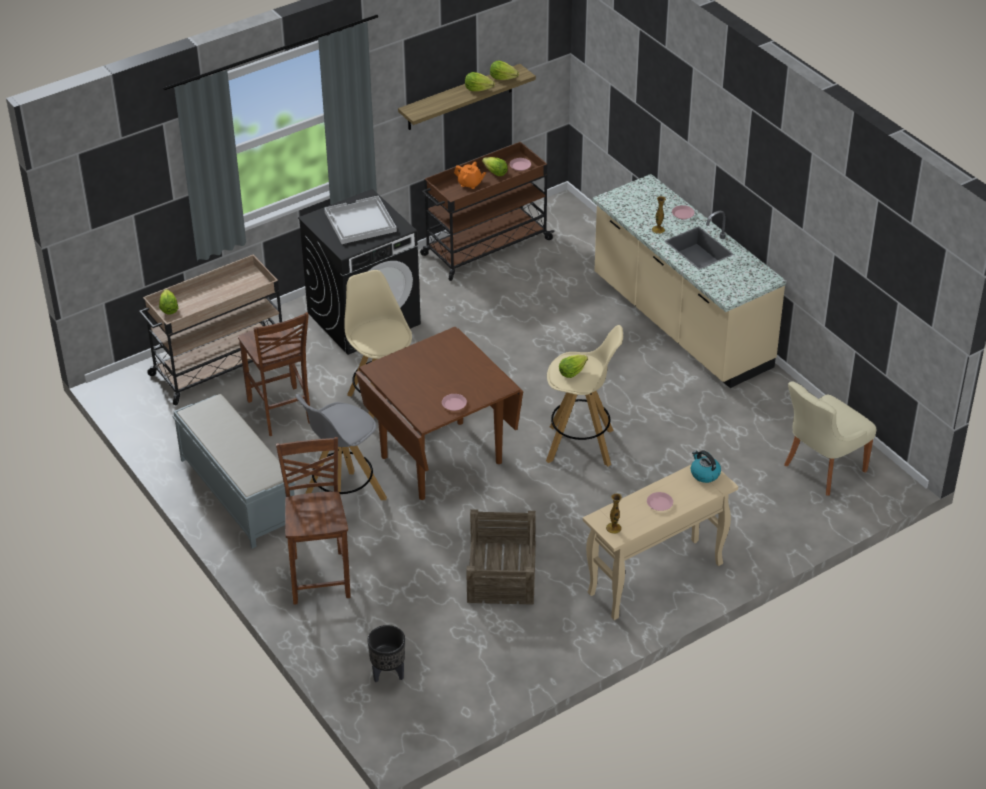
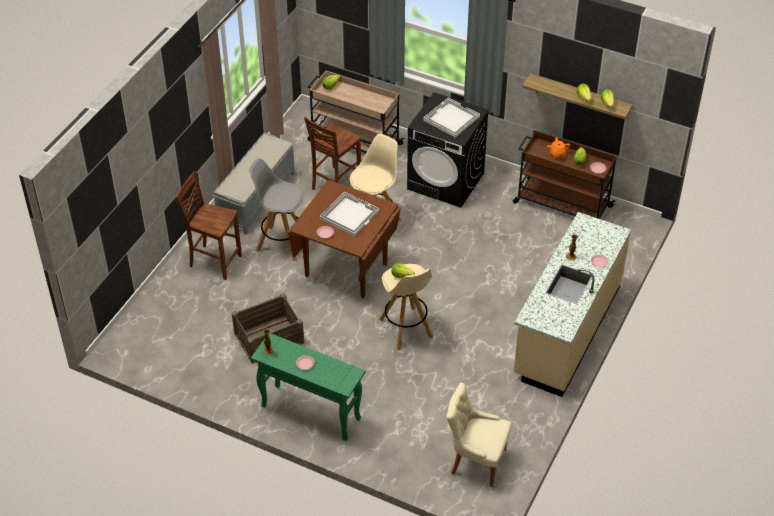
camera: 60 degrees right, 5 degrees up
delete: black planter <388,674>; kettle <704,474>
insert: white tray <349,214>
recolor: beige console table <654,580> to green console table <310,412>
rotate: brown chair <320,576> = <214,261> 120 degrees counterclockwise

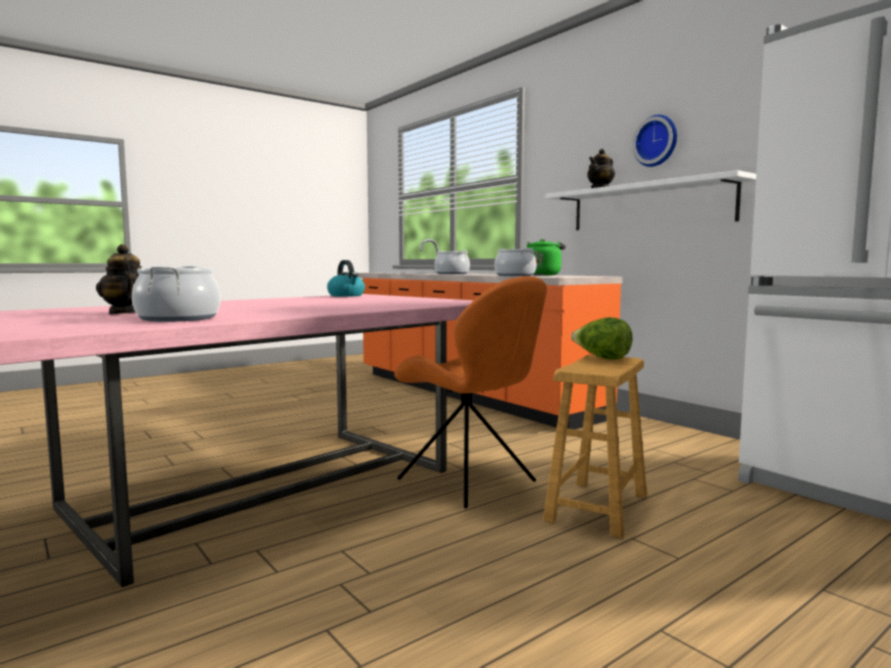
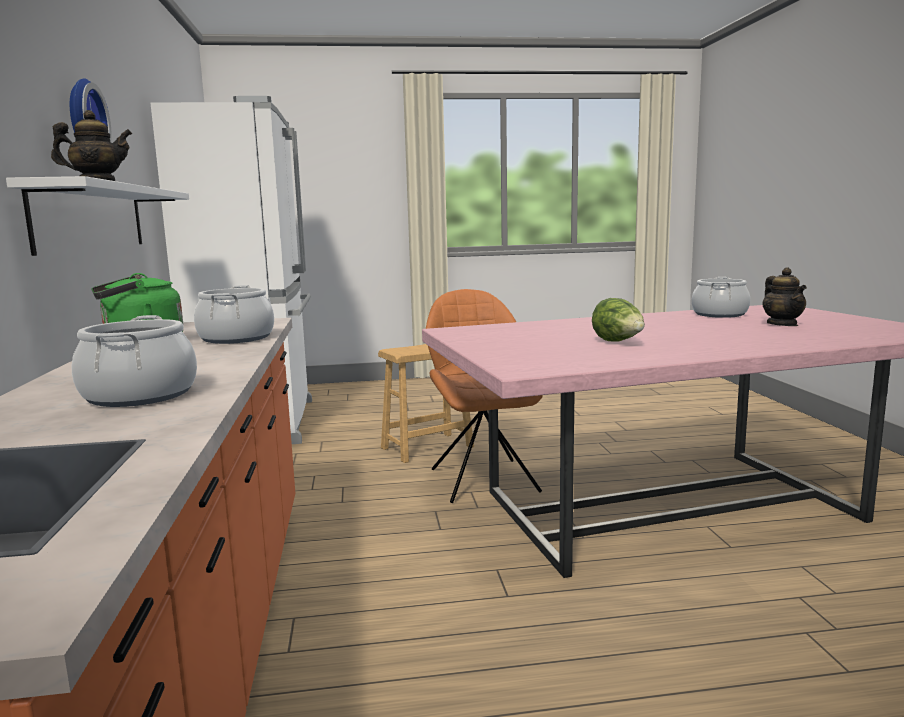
camera: 150 degrees left, 5 degrees up
delete: kettle <346,295>
move: lettuce <602,358> to <618,342>

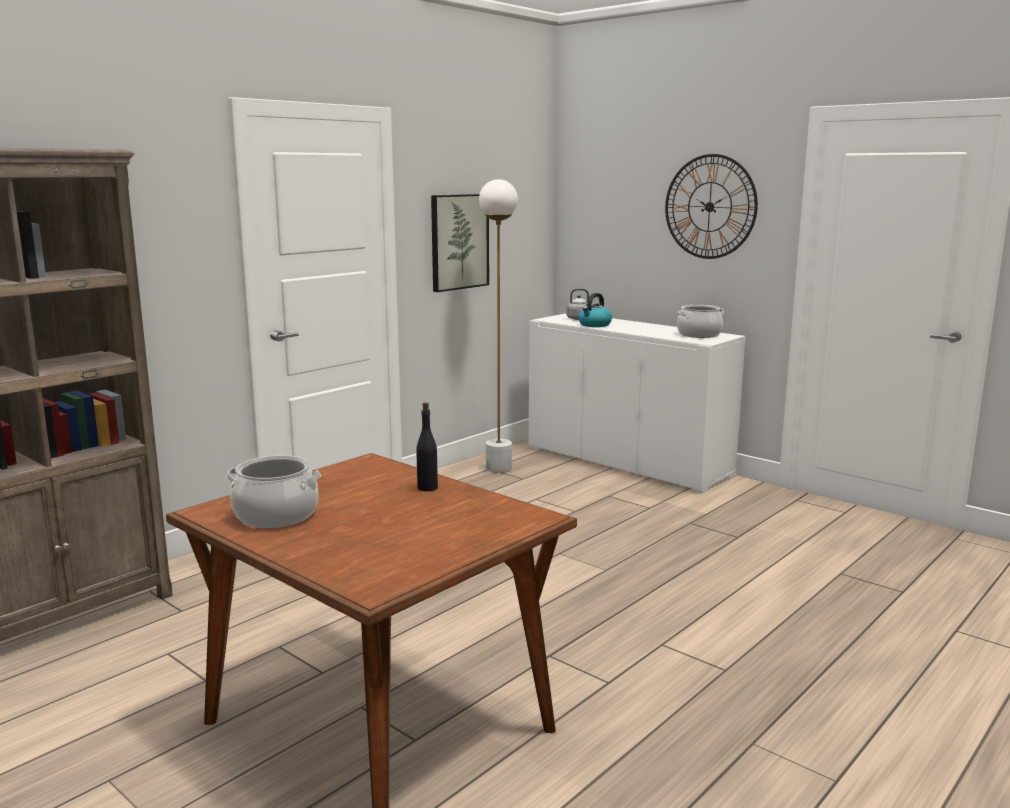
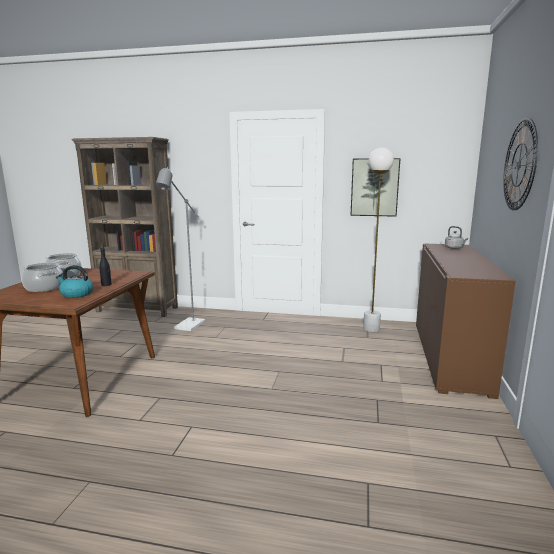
camera: 60 degrees right, 0 degrees up
insert: grey floor lamp <187,327>
move: cooking pot <699,334> to <45,288>; kettle <594,325> to <76,294>
recolor: white cabinet <627,461> to brown cabinet <449,356>

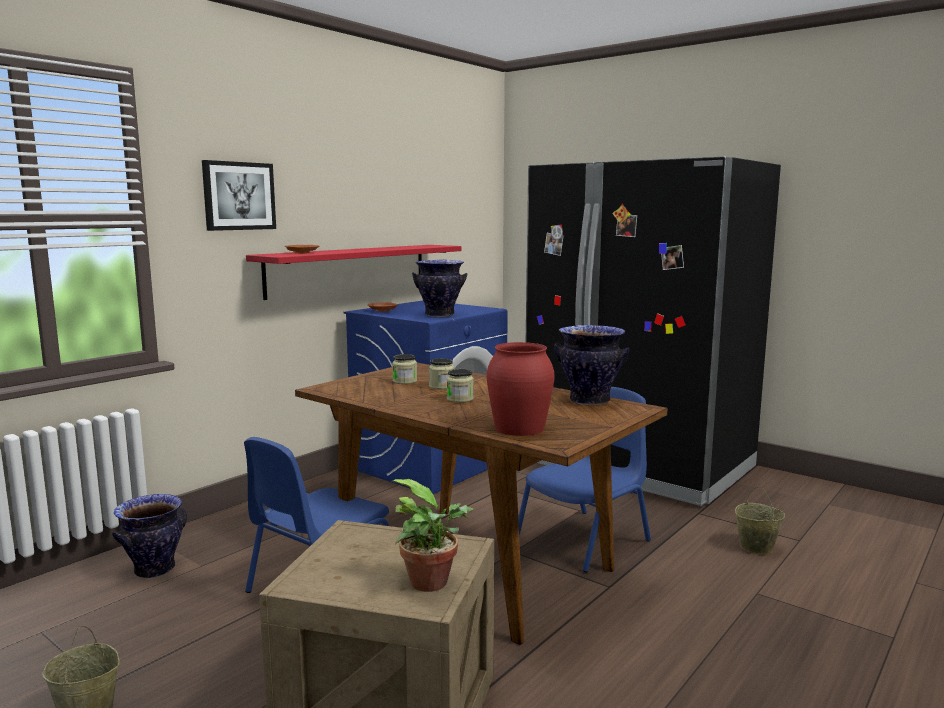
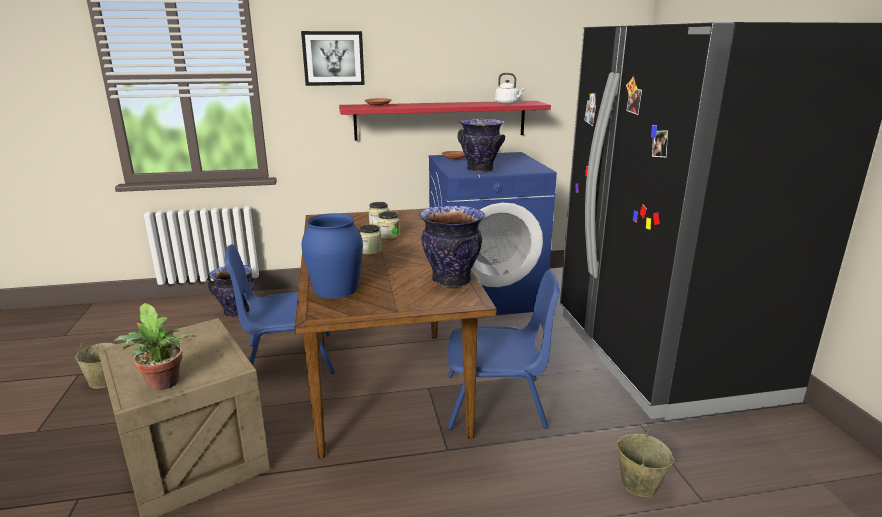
camera: 40 degrees right, 10 degrees up
insert: white kettle <508,103>
recolor: red vase <519,428> to blue vase <335,289>

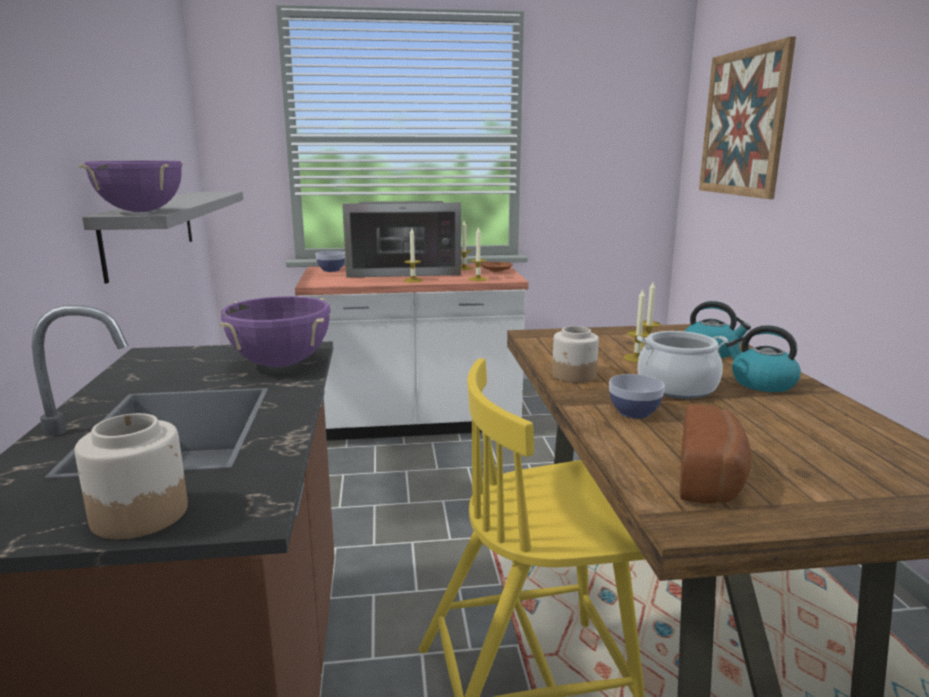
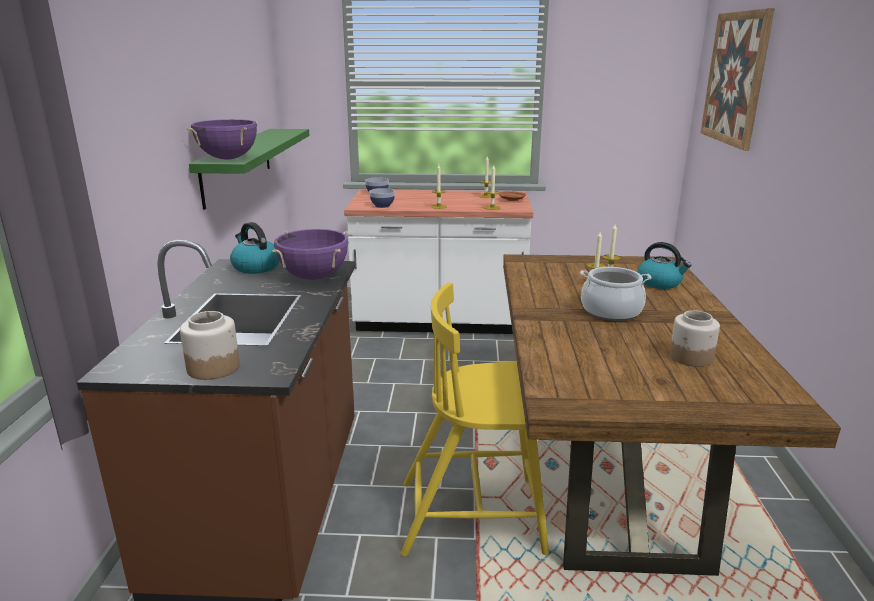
camera: 10 degrees right, 5 degrees up
delete: microwave <403,271>; bread <712,477>
move: kettle <761,383> to <255,267>; bowl <634,412> to <382,206>; jar <574,376> to <691,357>
recolor: grey shelf <151,230> to green shelf <237,164>

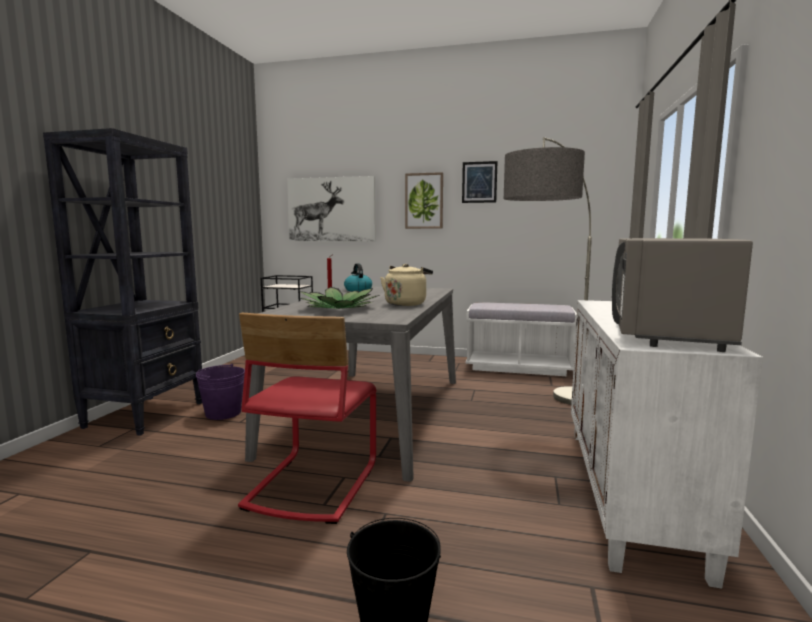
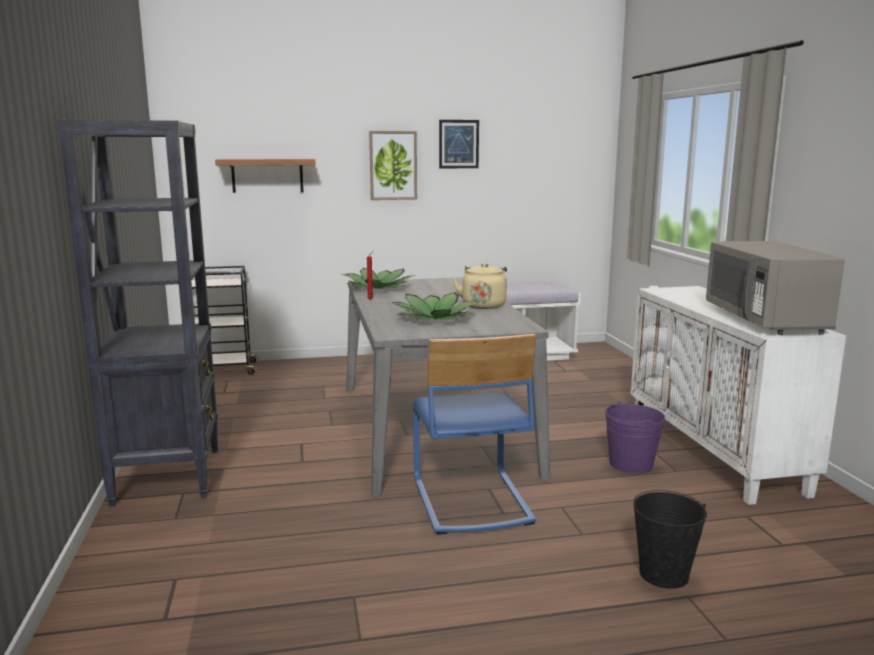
camera: 25 degrees left, 5 degrees up
delete: floor lamp <547,411>
move: purple bucket <223,413> to <631,464>
replace: picture <331,209> to shelf <267,175>; kettle <357,290> to potted plant <378,288>
recolor: red chair <312,485> to blue chair <470,501>

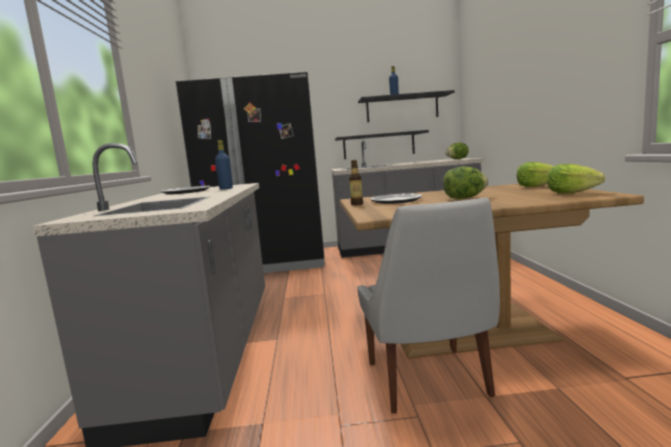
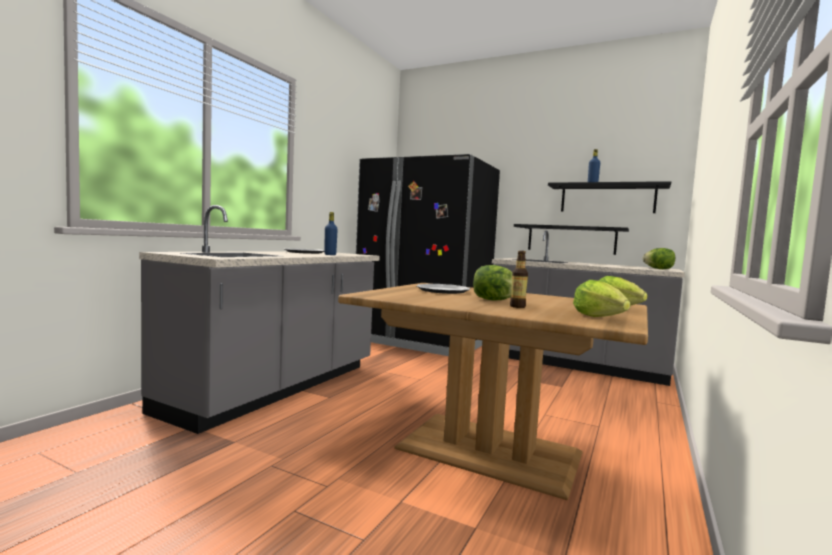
camera: 30 degrees right, 5 degrees down
delete: white chair <428,382>
move: bottle <357,204> to <517,306>

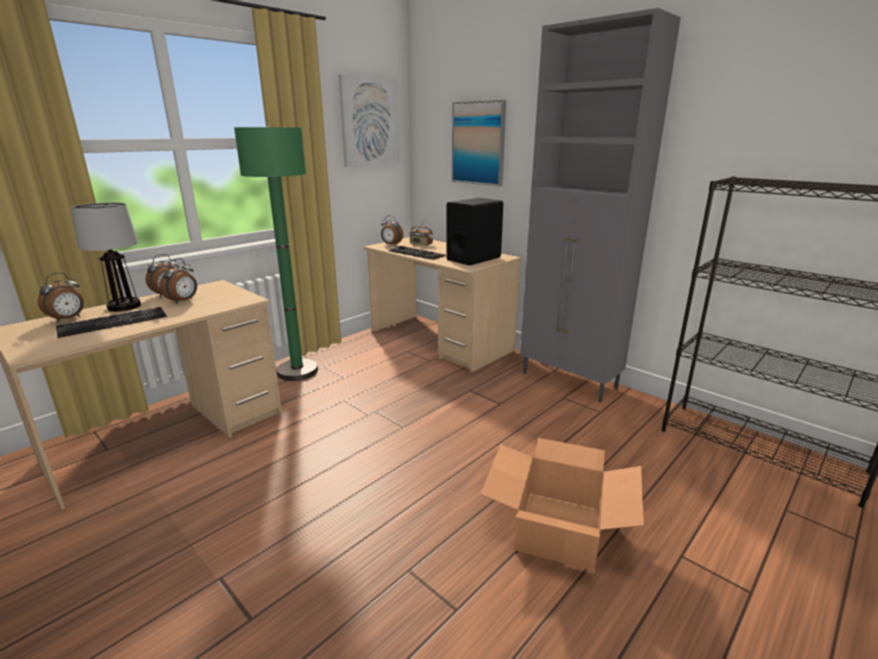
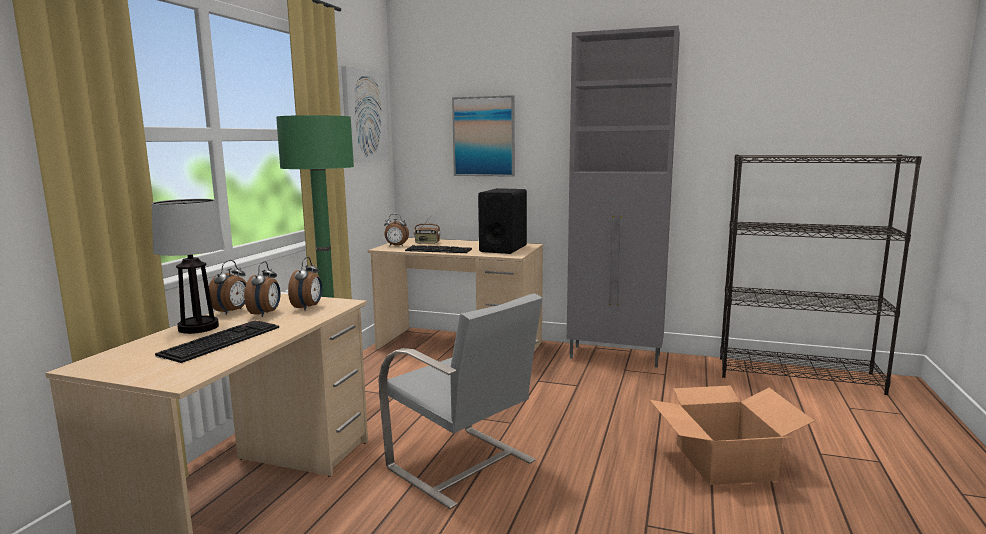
camera: 25 degrees left, 10 degrees down
insert: grey chair <462,466>
move: alarm clock <68,319> to <308,307>

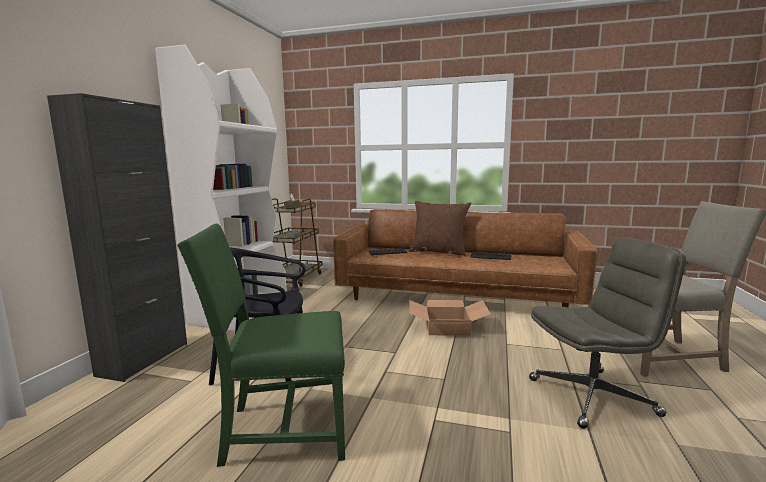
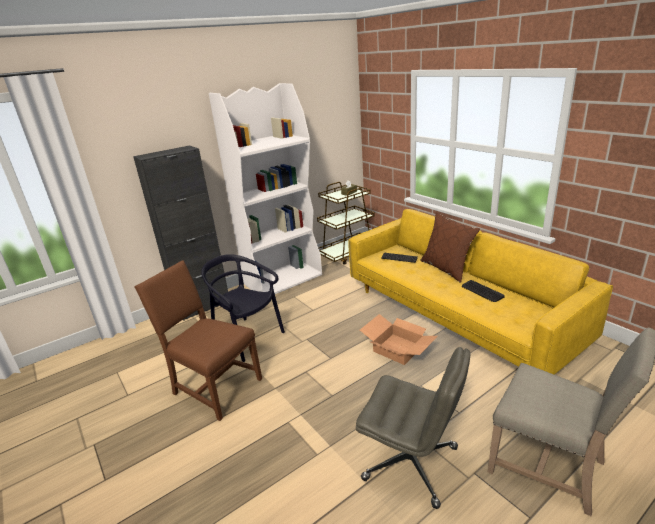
camera: 40 degrees right, 15 degrees up
recolor: green chair <282,429> to brown chair <214,387>; brown sofa <457,295> to yellow sofa <457,314>

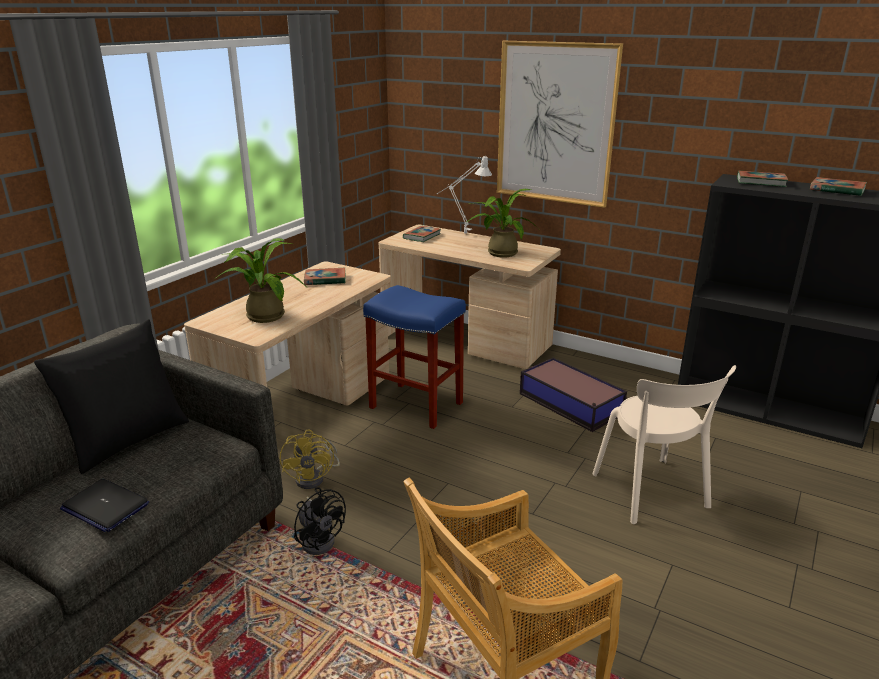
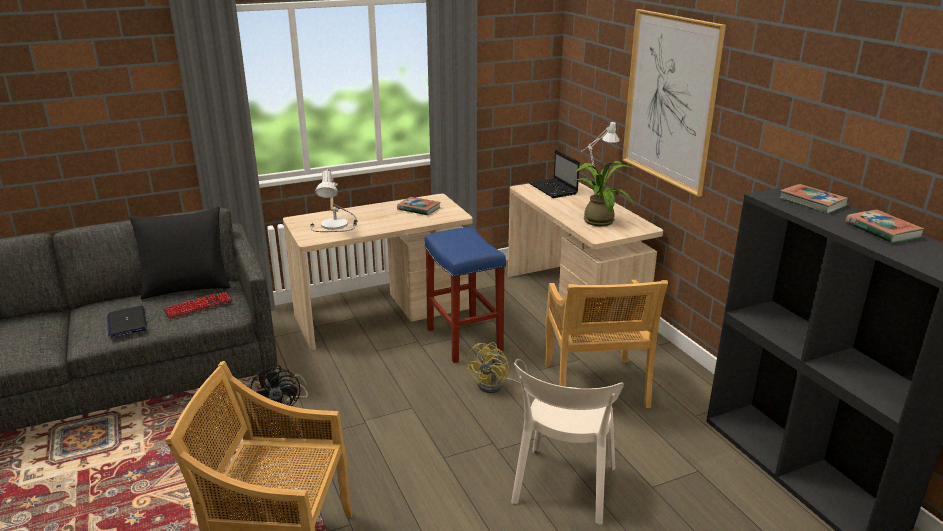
camera: 35 degrees right, 0 degrees up
insert: keyboard <198,306>
move: yellow fan <315,478> to <496,385>
replace: potted plant <263,315> to table lamp <337,225>; book <422,236> to laptop <554,189>; storage box <571,404> to beige chair <595,387>

